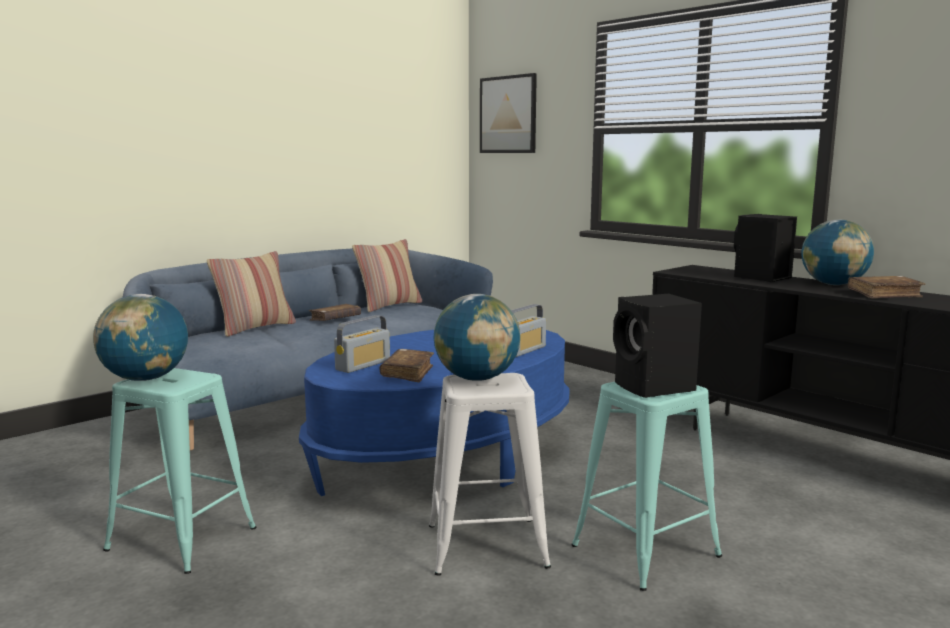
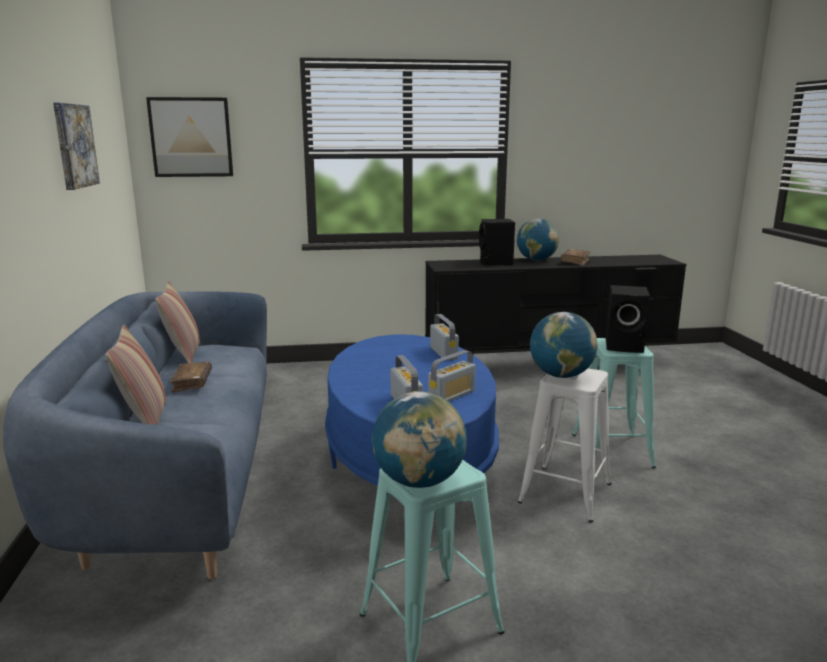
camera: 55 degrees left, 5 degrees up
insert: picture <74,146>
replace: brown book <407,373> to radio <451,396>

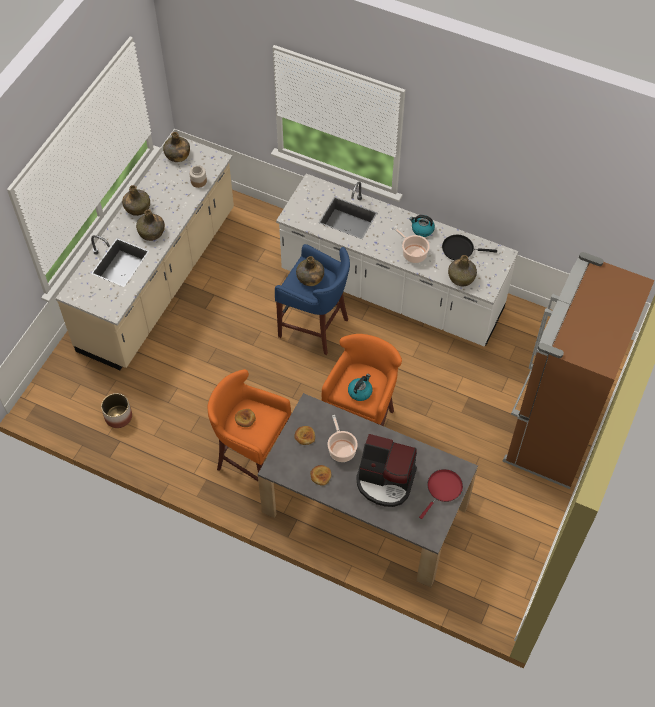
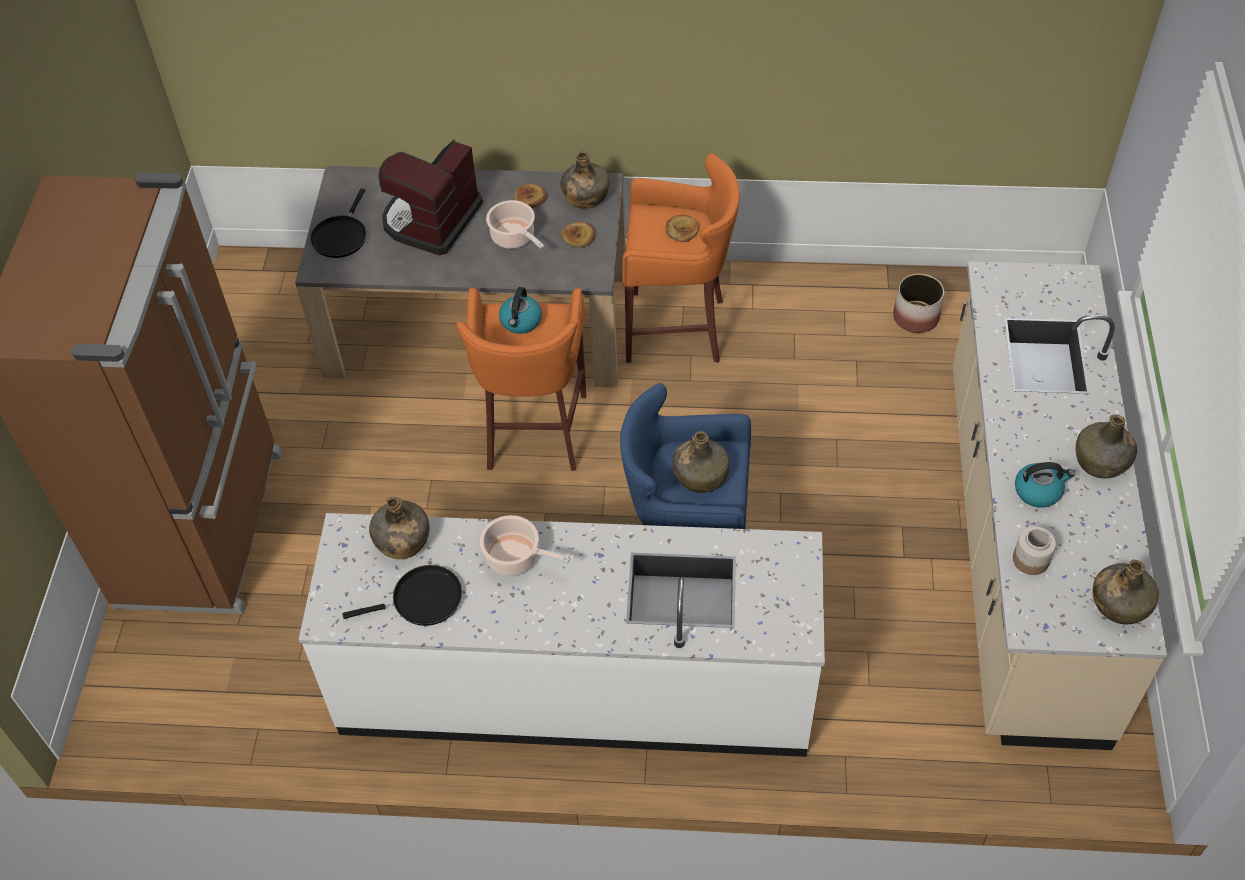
camera: 160 degrees right, 5 degrees down
move: green bottle <152,232> to <585,197>; kettle <422,229> to <1038,491>
recolor: red frying pan <443,489> to black frying pan <341,236>
rotate: coffee machine <385,481> = <431,220> 60 degrees counterclockwise

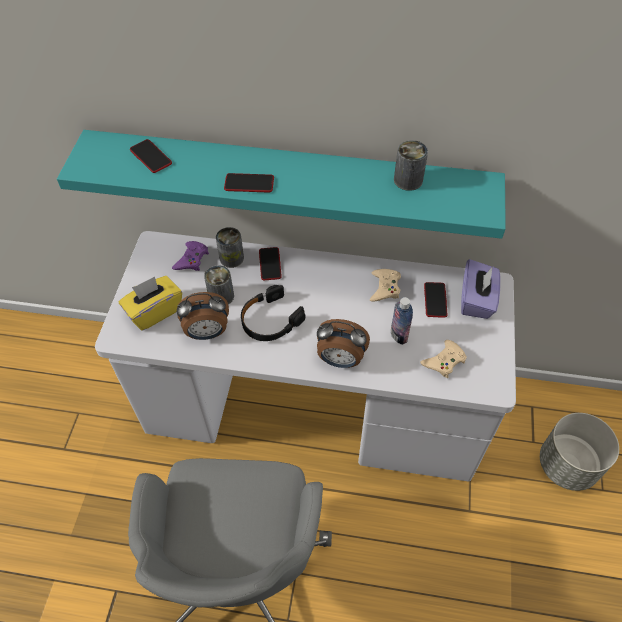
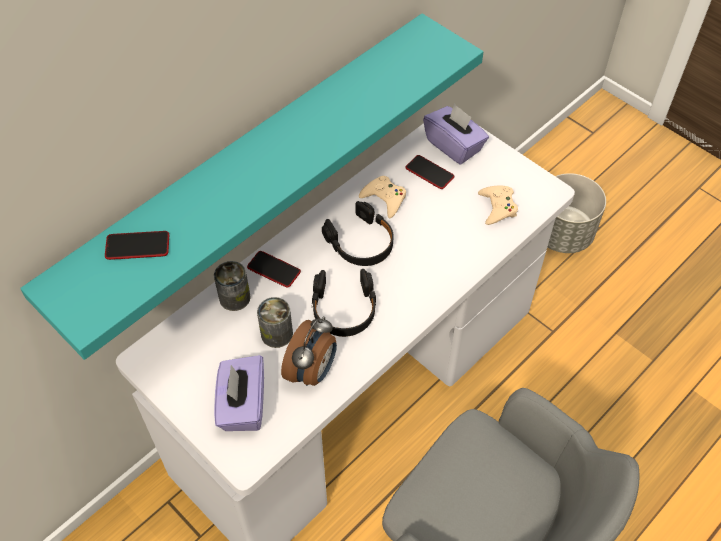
camera: 55 degrees left, 0 degrees up
delete: purple game controller <192,259>; phone <249,184>; alarm clock <340,360>; bottle <398,335>; can <408,180>
insert: black headphones <361,242>
recolor: yellow tissue box <154,311> to purple tissue box <242,405>

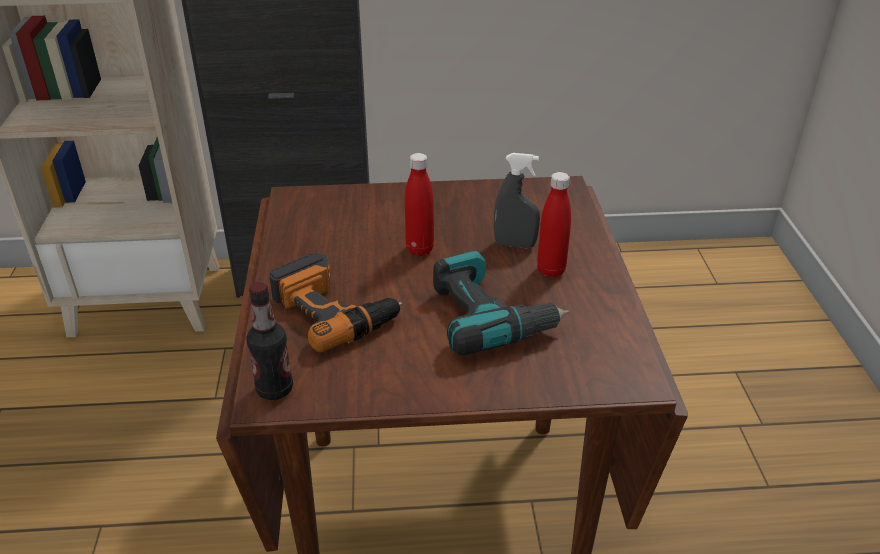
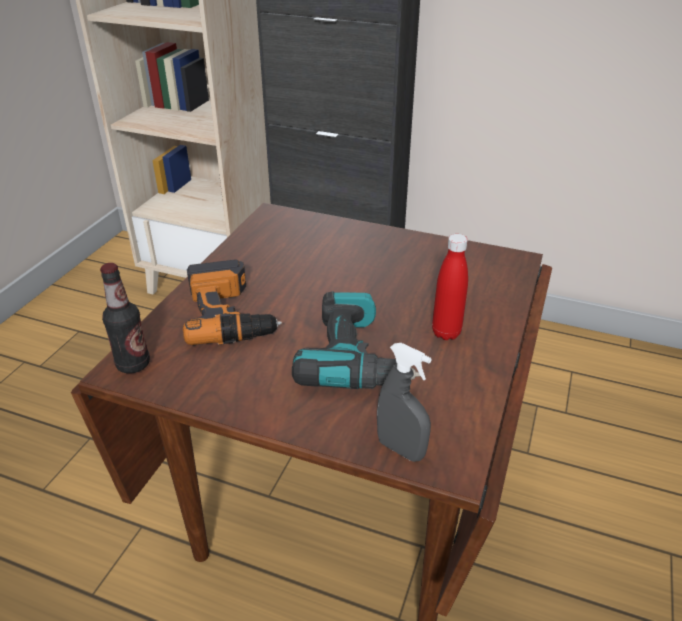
camera: 25 degrees right, 0 degrees up
delete: red bottle <420,249>
move: grey spray bottle <515,244> to <400,449>

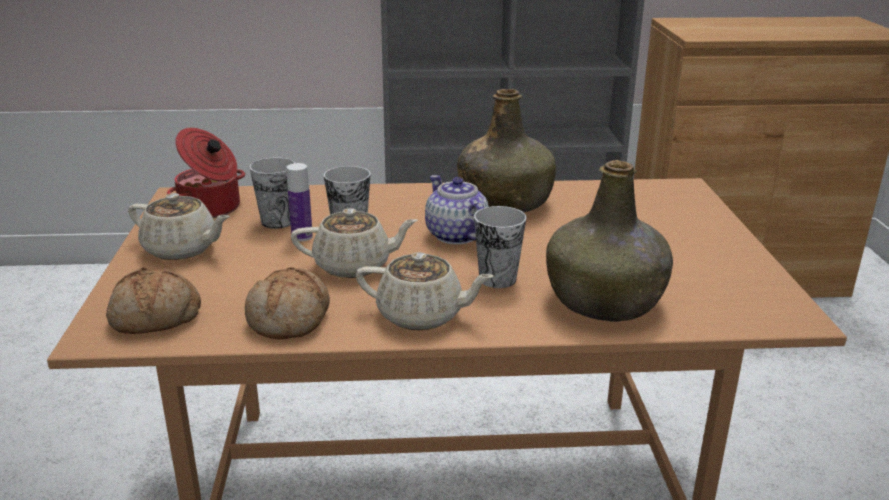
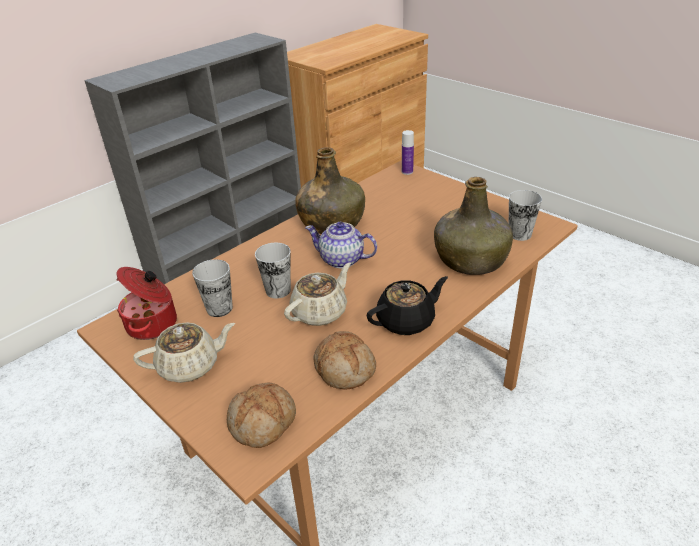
camera: 40 degrees left, 10 degrees up
move: bottle <302,237> to <407,172>; cup <497,279> to <519,234>
recolor: beige teapot <422,315> to black teapot <407,321>

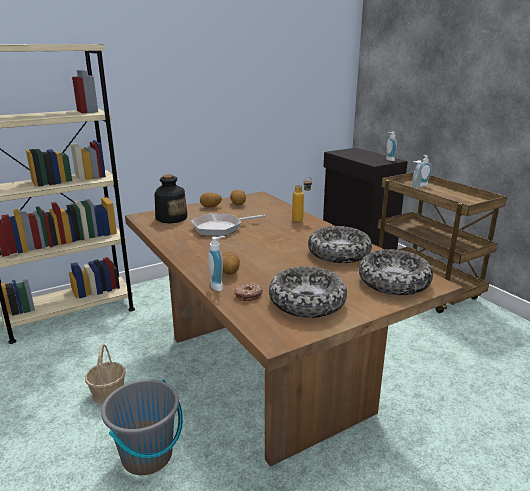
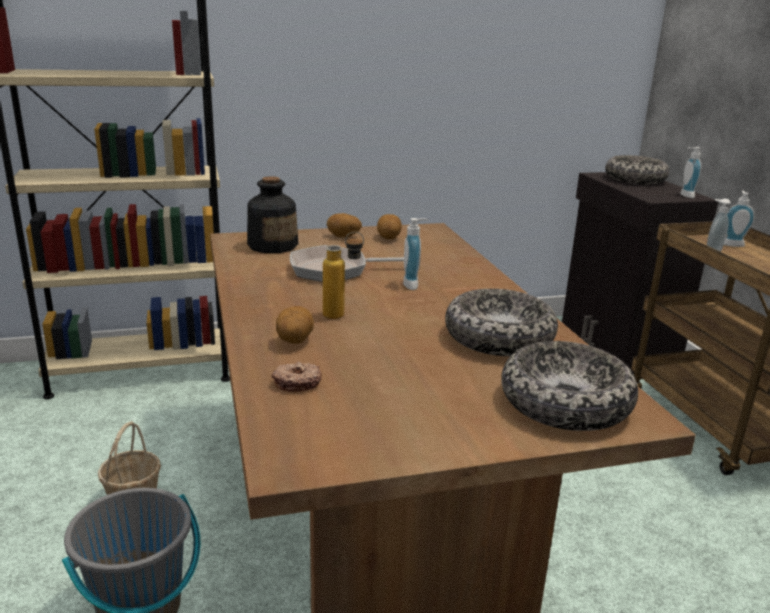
camera: 15 degrees right, 0 degrees up
move: bottle <301,220> to <342,315>; soap dispenser <219,286> to <414,285>; bowl <307,302> to <635,179>

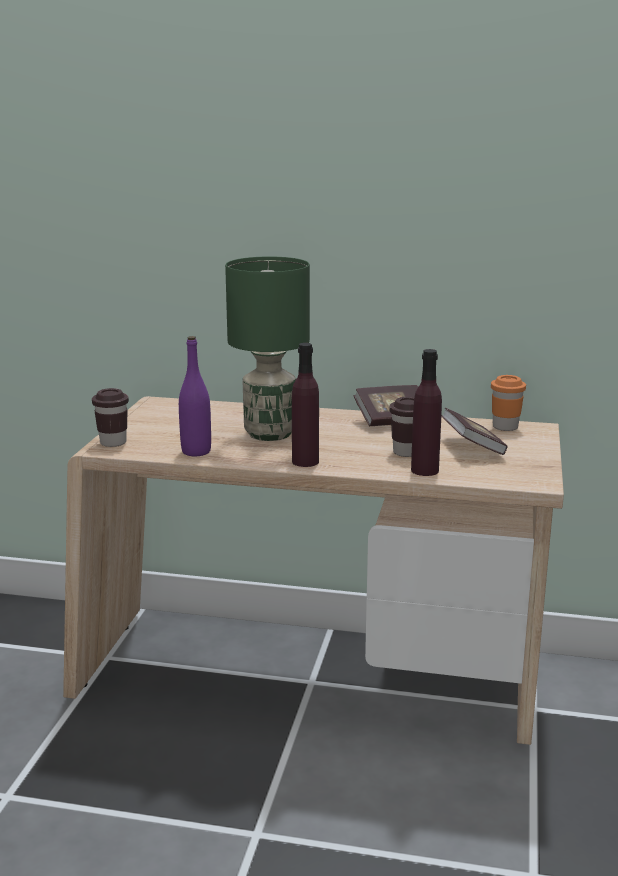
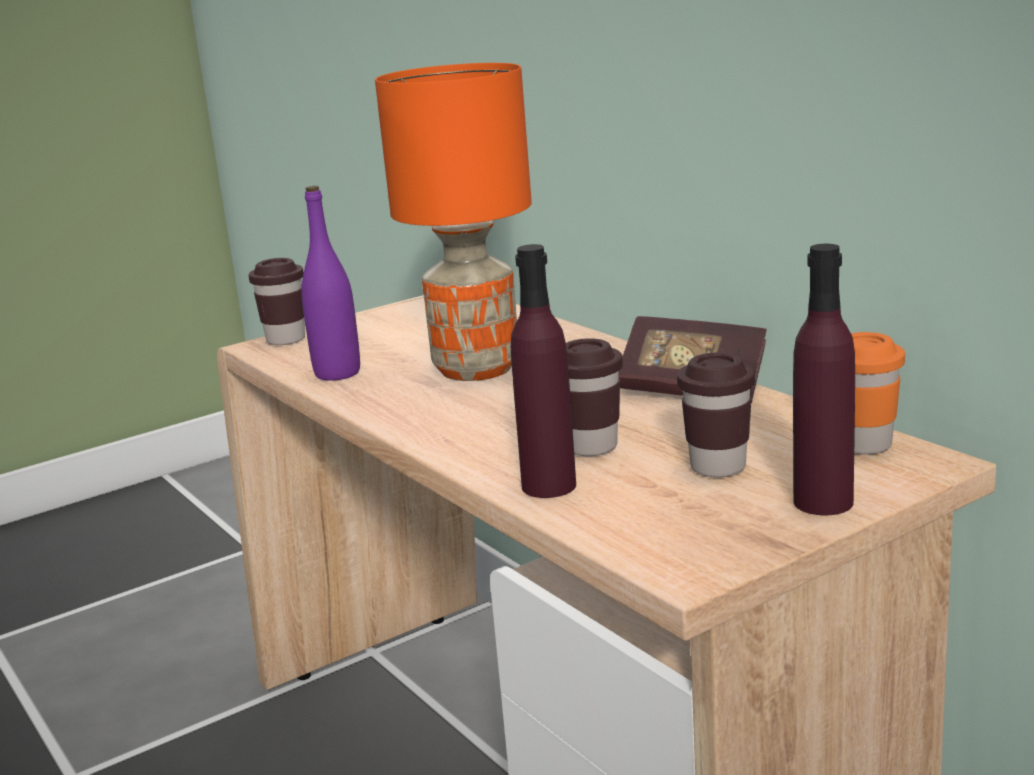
camera: 45 degrees right, 0 degrees up
move: purple bottle <305,461> to <823,502>
replace: book <472,447> to brown cup <718,467>
recolor: green table lamp <271,433> to orange table lamp <478,369>

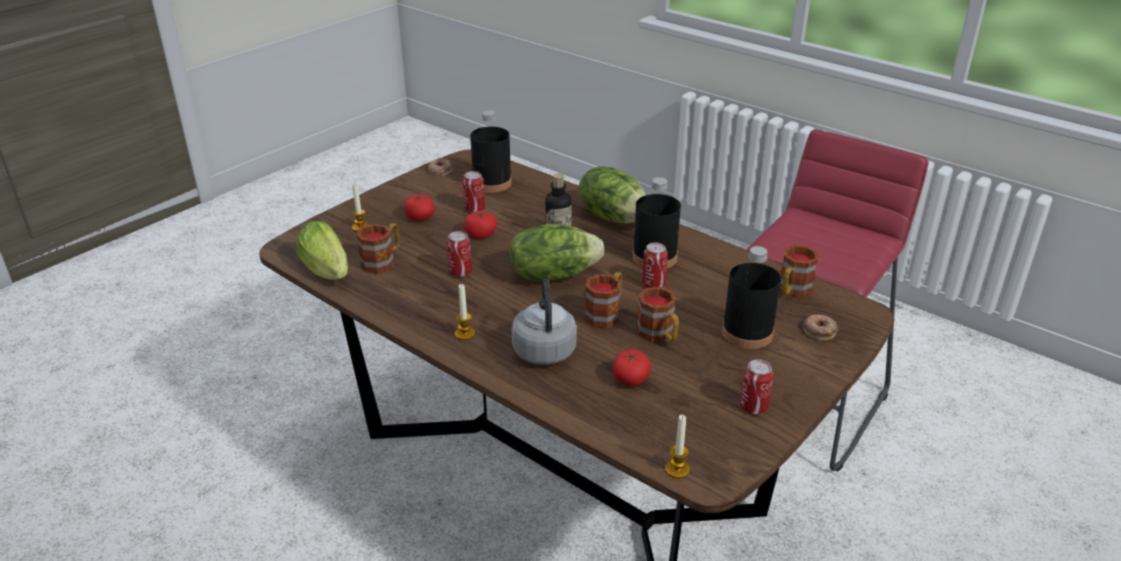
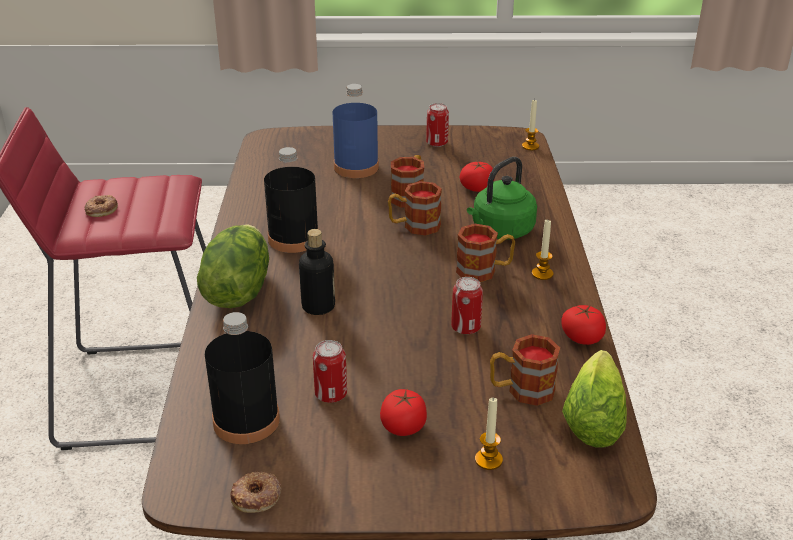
camera: 130 degrees left, 0 degrees up
delete: lettuce <553,274>; can <653,284>
move: donut <820,330> to <101,209>; mug <792,290> to <484,271>; tomato <480,234> to <582,337>
recolor: black bottle <747,333> to blue bottle <356,167>; grey kettle <544,349> to green kettle <500,231>

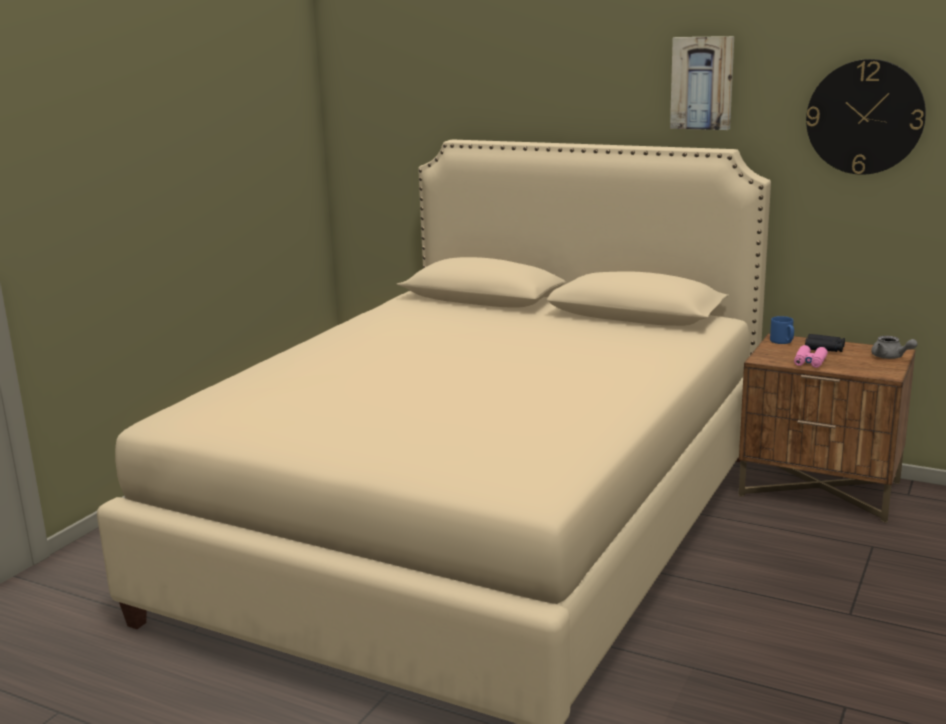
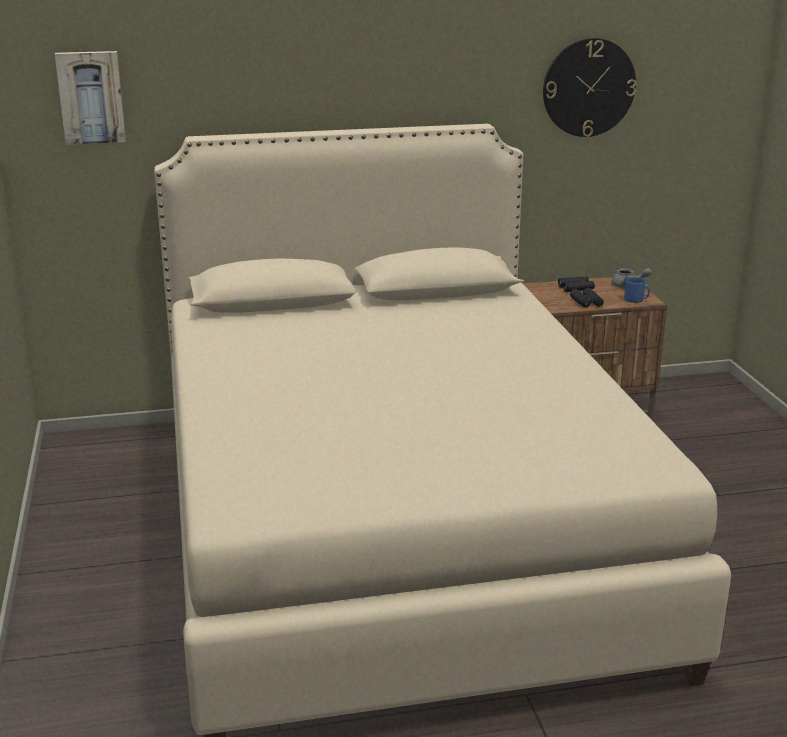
camera: 40 degrees left, 5 degrees up
move: picture <702,83> to <91,97>; blue mug <782,342> to <636,300>
recolor: pink binoculars <809,362> to black binoculars <586,302>

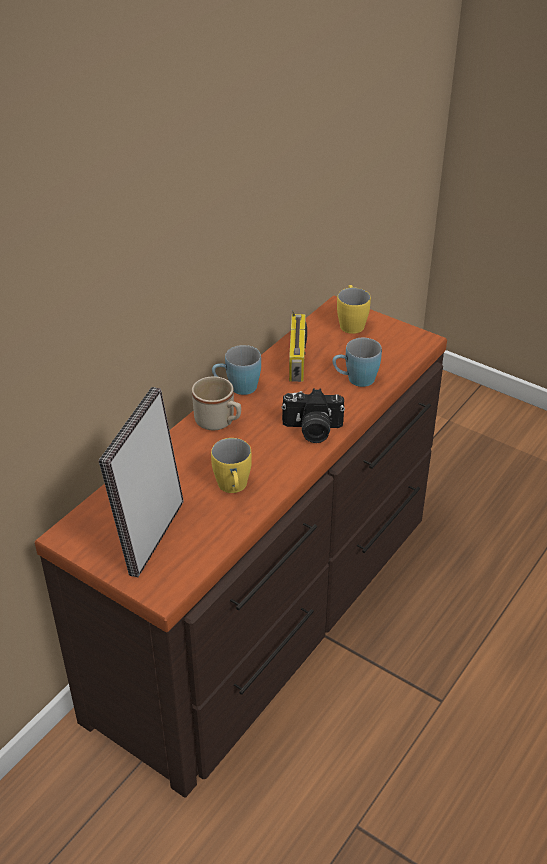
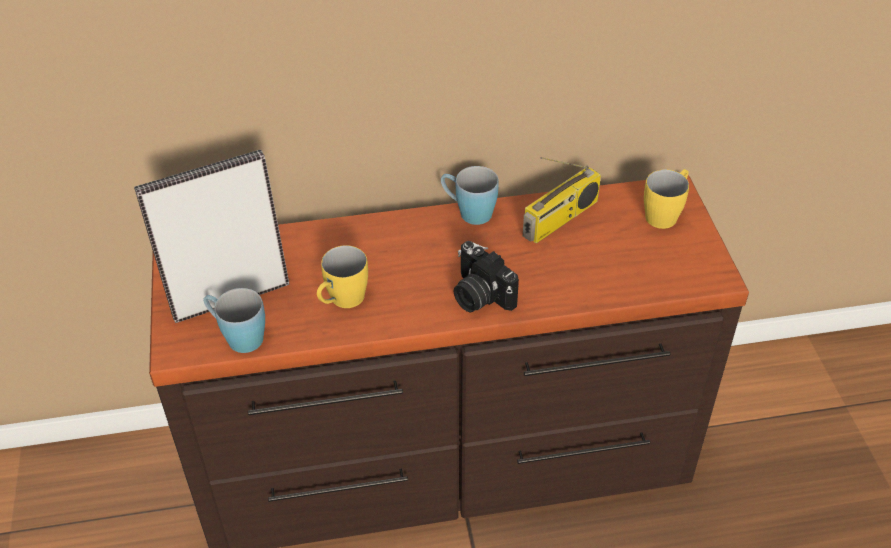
camera: 45 degrees right, 5 degrees up
delete: beige mug <219,422>
move: blue mug <355,380> to <237,336>

